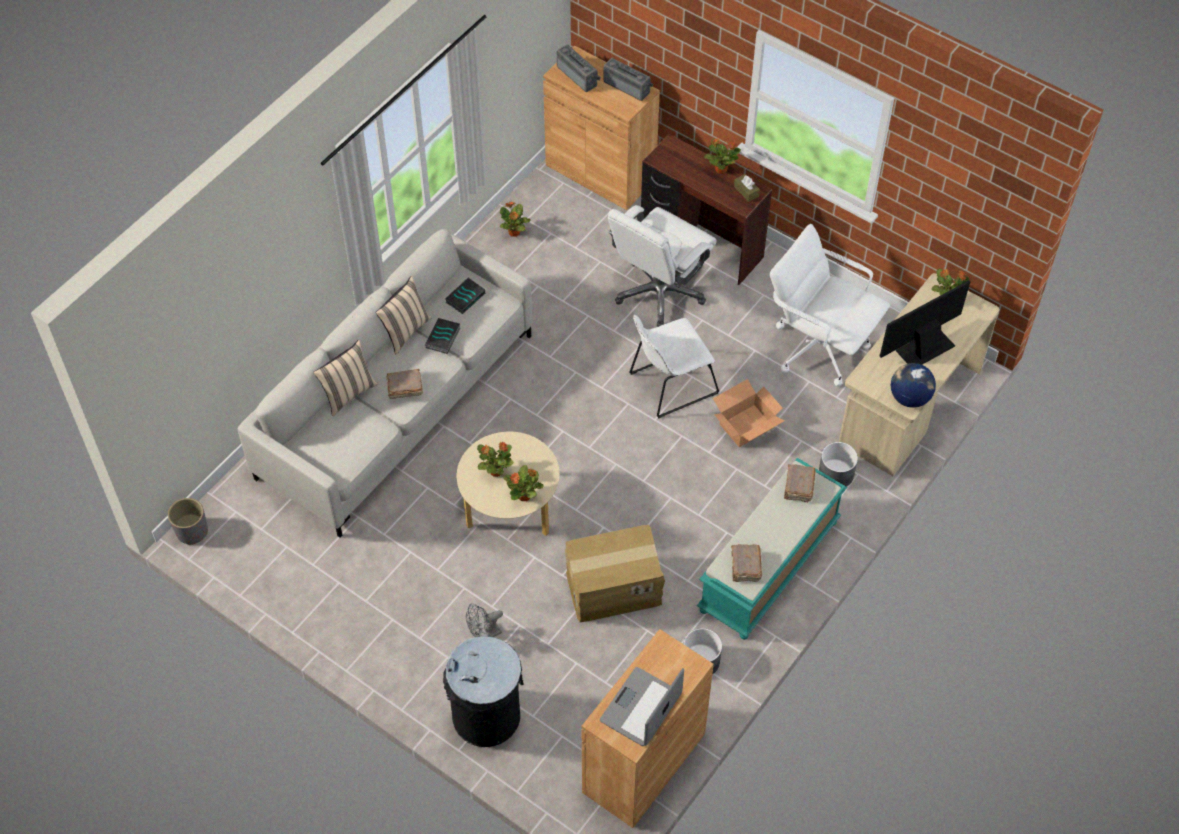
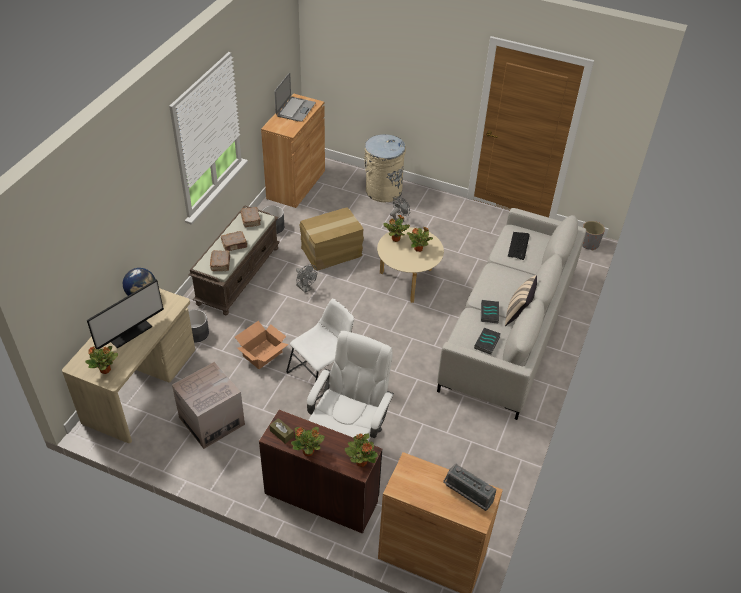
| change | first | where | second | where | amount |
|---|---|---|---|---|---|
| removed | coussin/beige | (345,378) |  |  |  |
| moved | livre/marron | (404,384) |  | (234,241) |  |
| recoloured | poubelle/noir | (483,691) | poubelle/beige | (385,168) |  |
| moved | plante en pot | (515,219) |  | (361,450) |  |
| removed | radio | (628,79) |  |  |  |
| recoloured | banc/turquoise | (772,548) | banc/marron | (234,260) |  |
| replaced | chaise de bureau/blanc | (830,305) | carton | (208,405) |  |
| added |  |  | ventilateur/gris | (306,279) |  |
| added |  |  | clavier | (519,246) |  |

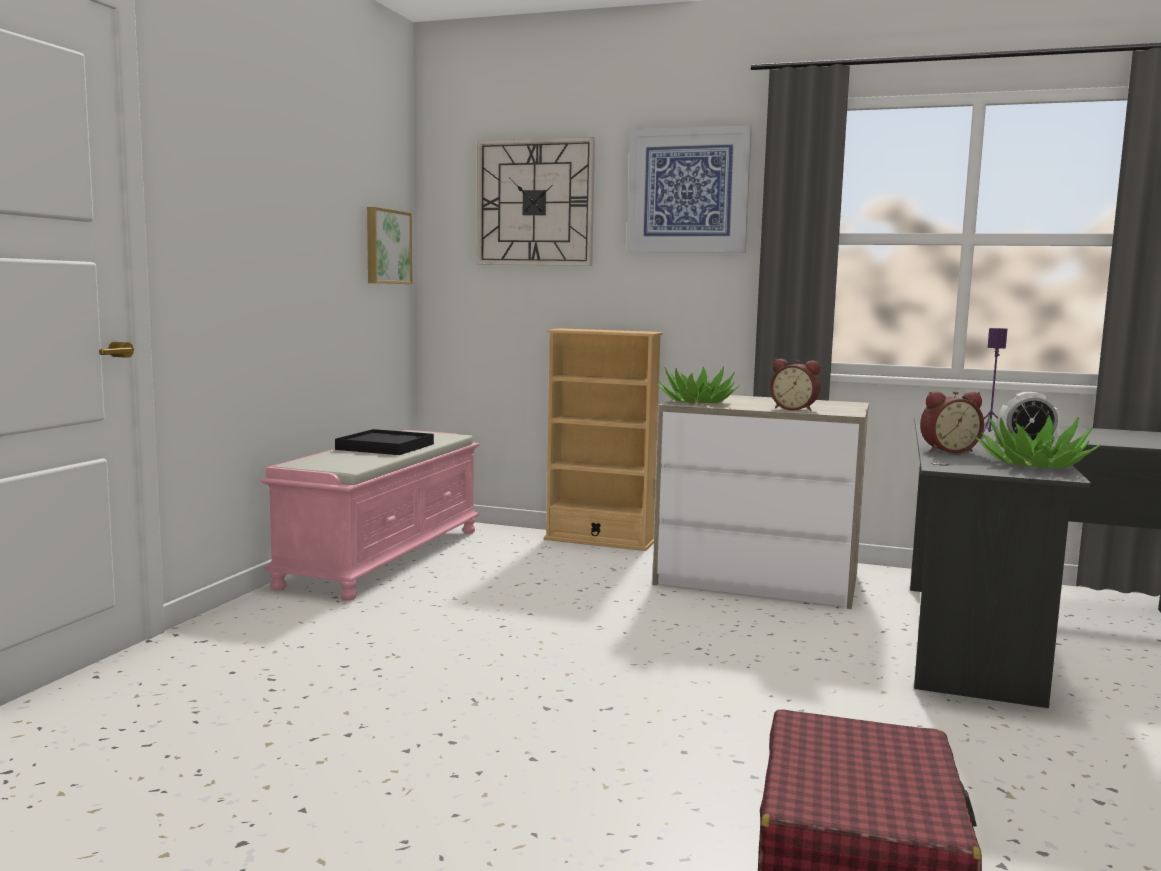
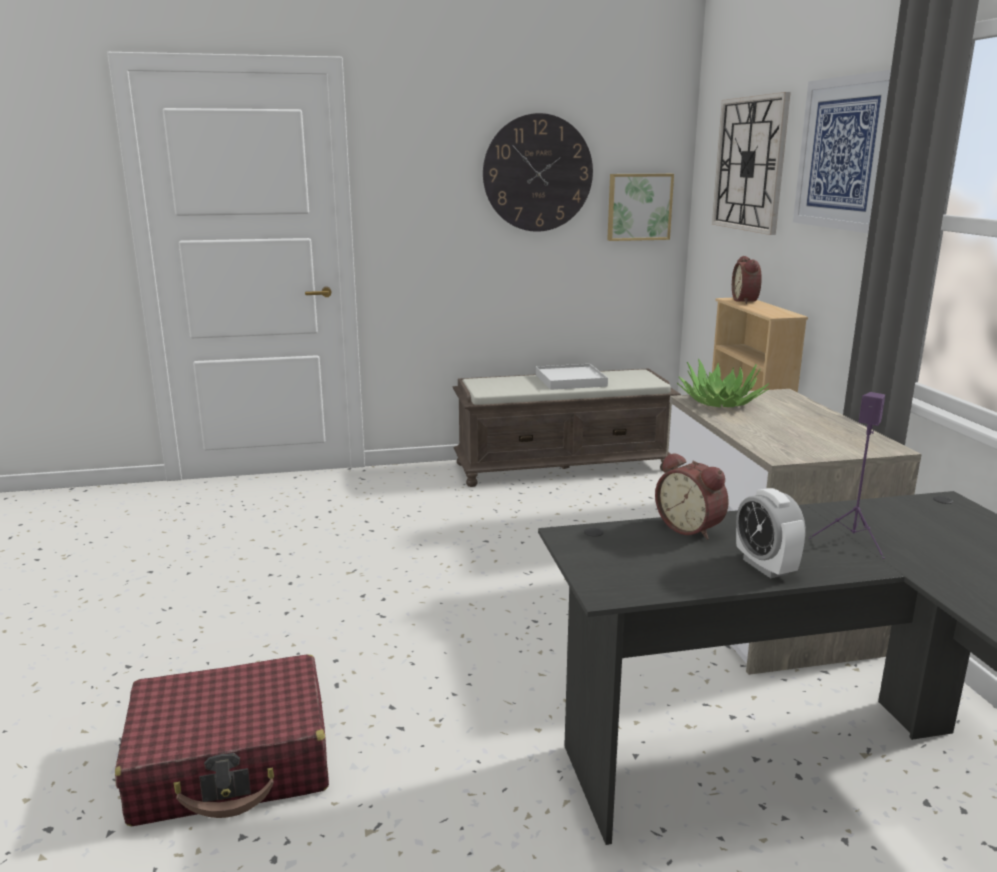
| change | first | where | second | where | amount |
|---|---|---|---|---|---|
| recoloured | banc/rose | (370,515) | banc/marron | (567,427) |  |
| recoloured | plateau/noir | (384,442) | plateau/blanc | (572,377) |  |
| moved | réveil | (795,385) |  | (747,280) |  |
| removed | plante en pot | (1037,441) |  |  |  |
| added |  |  | horloge murale | (538,172) |  |

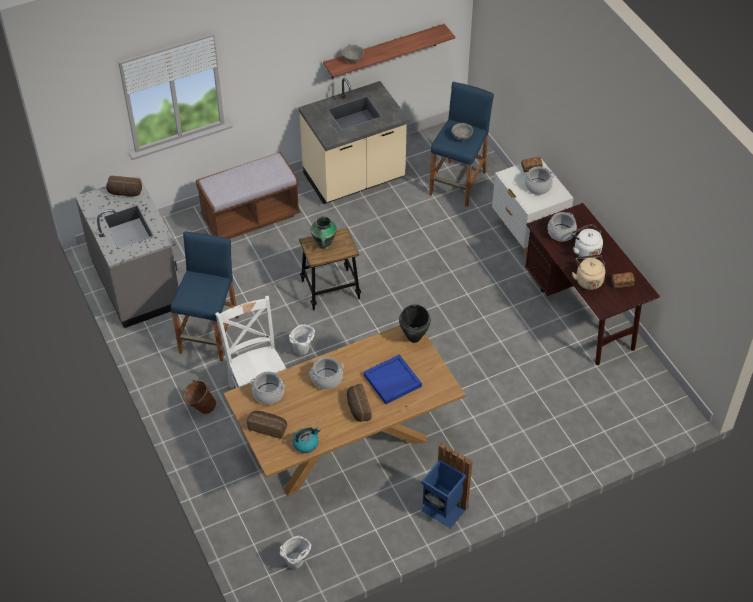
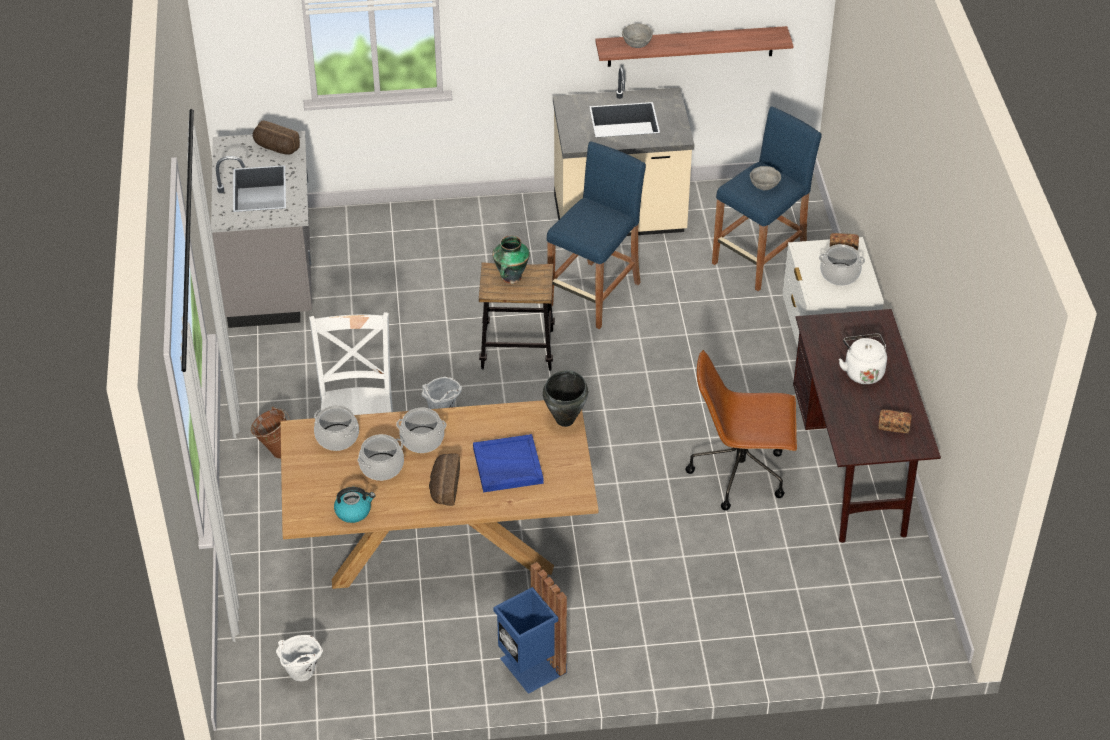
| change | first | where | second | where | amount |
|---|---|---|---|---|---|
| moved | tabouret/bleu | (204,296) |  | (596,235) |  |
| removed | banc/marron | (248,195) |  |  |  |
| removed | pain | (267,425) |  |  |  |
| moved | marmite | (562,227) |  | (380,457) |  |
| removed | bouilloire/beige | (588,272) |  |  |  |
| added |  |  | chaise de bureau/marron | (741,430) |  |

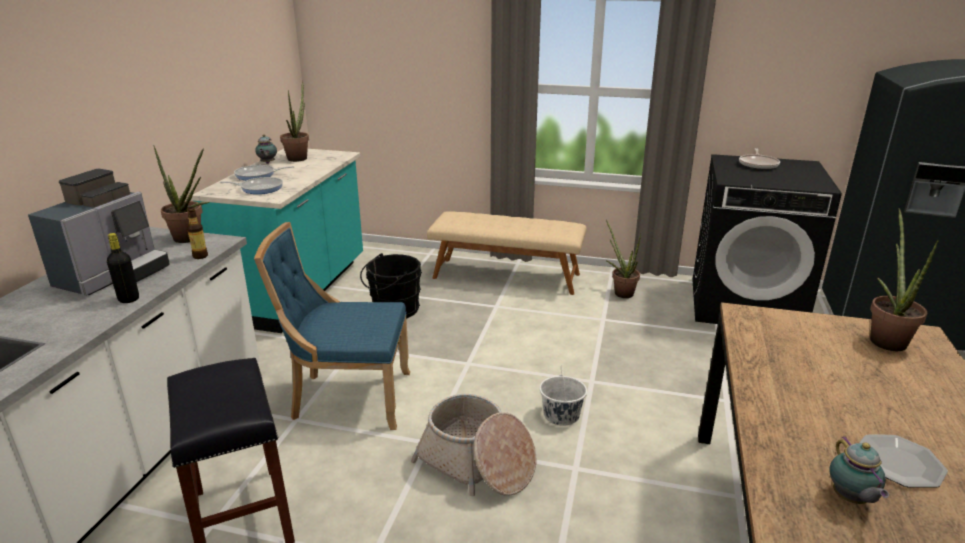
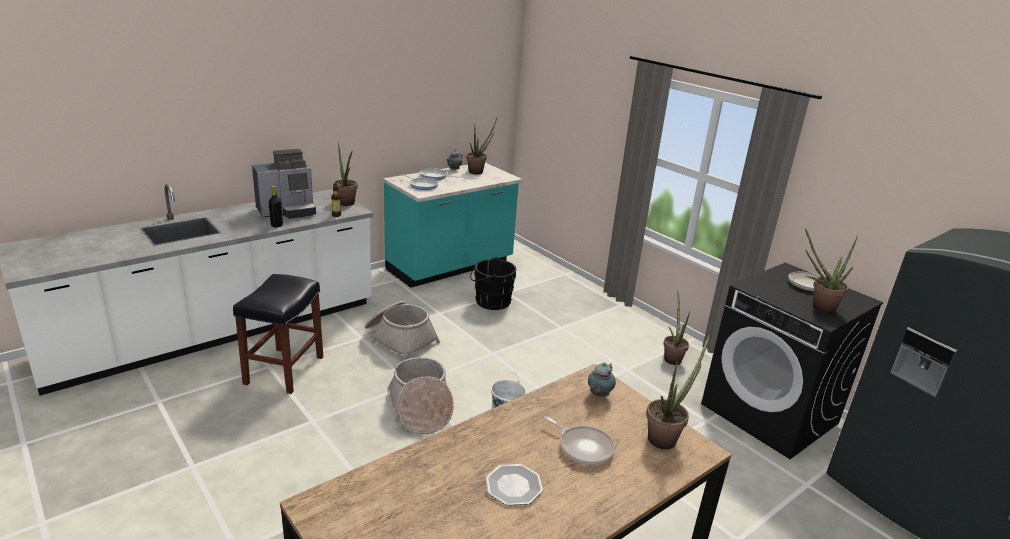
| change | first | where | second | where | amount |
|---|---|---|---|---|---|
| replaced | chaise/bleu | (332,326) | panier | (402,331) |  |
| removed | banc/beige | (507,253) |  |  |  |
| moved | théière | (859,470) |  | (602,379) |  |
| added |  |  | poêle | (579,440) |  |
| added |  |  | plante en pot | (831,270) |  |

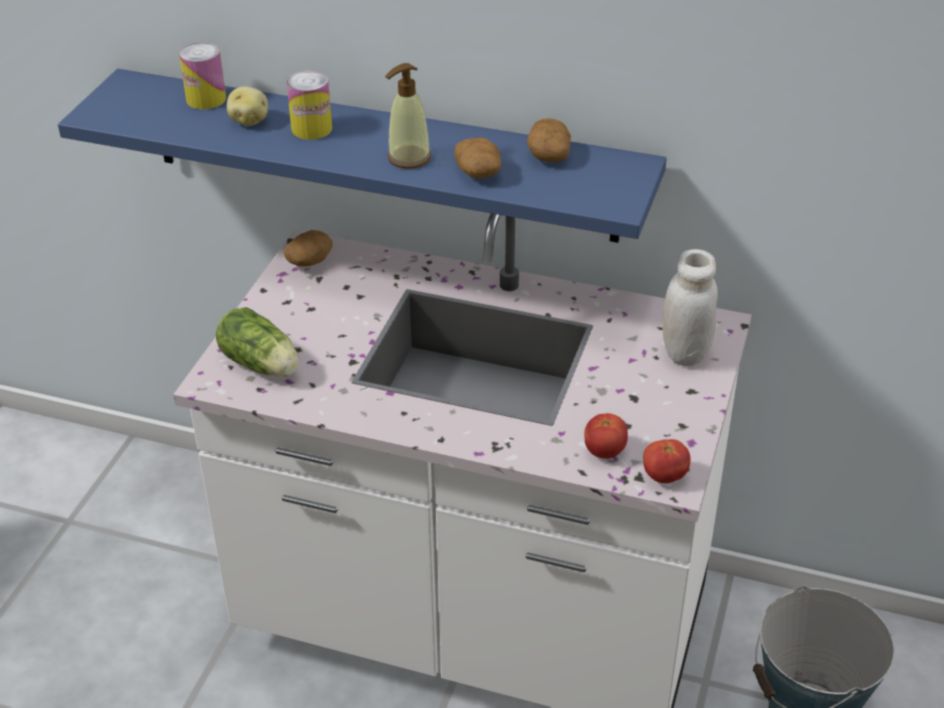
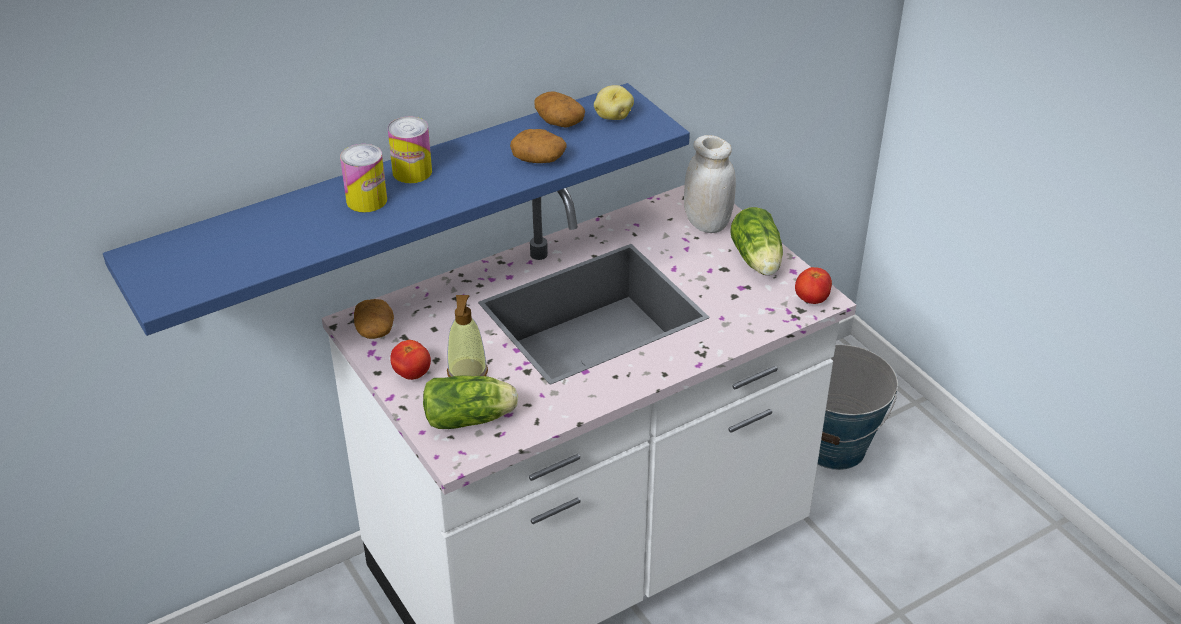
| change | first | where | second | where | amount |
|---|---|---|---|---|---|
| moved | boîte métallique | (202,75) |  | (410,149) |  |
| moved | pomme de terre | (247,106) |  | (614,102) |  |
| moved | distributeur de savon | (408,116) |  | (467,336) |  |
| moved | tomate | (606,436) |  | (410,360) |  |
| added |  |  | laitue | (756,241) |  |

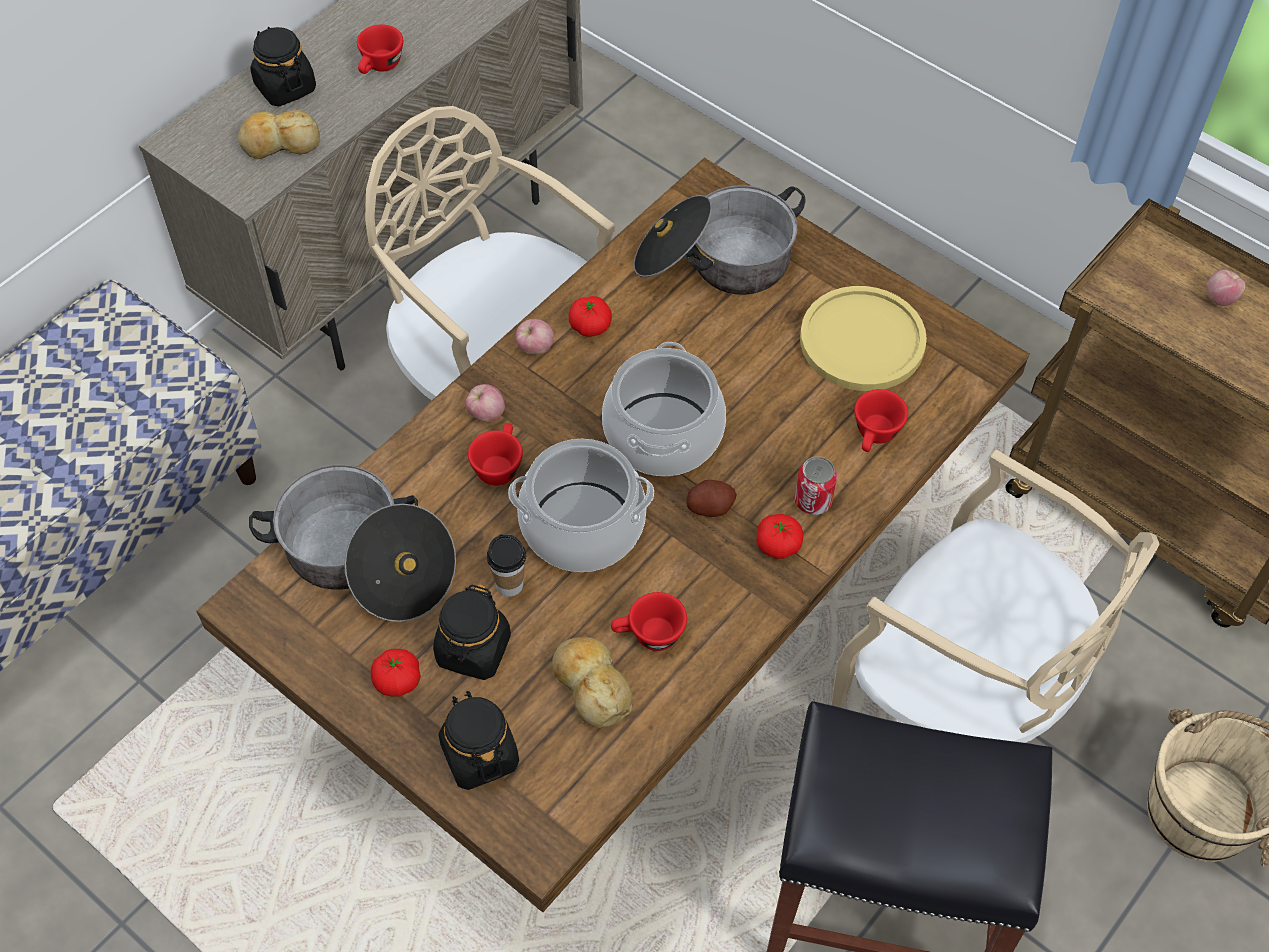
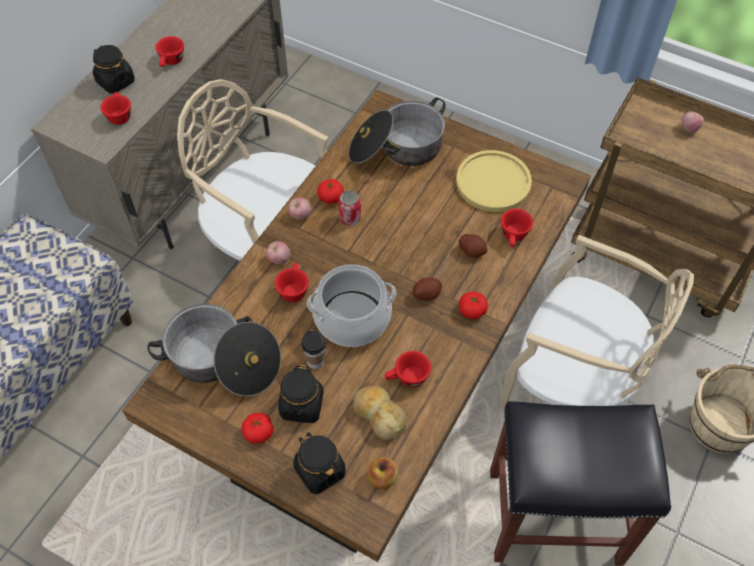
| change | first | where | second | where | amount |
|---|---|---|---|---|---|
| replaced | pain | (278,134) | tasse/rouge | (115,108) |  |
| removed | marmite | (664,409) |  |  |  |
| moved | boîte métallique | (816,485) |  | (349,208) |  |
| added |  |  | pomme | (383,473) |  |
| added |  |  | pomme de terre | (472,246) |  |

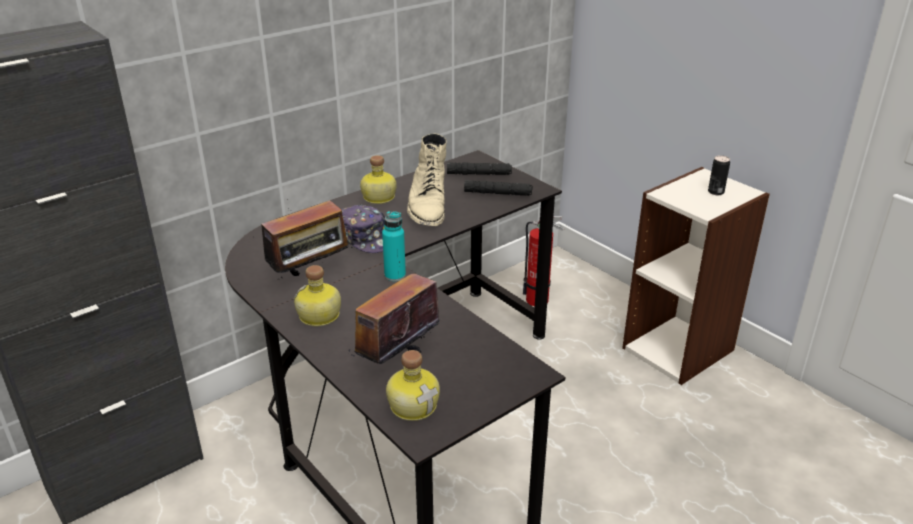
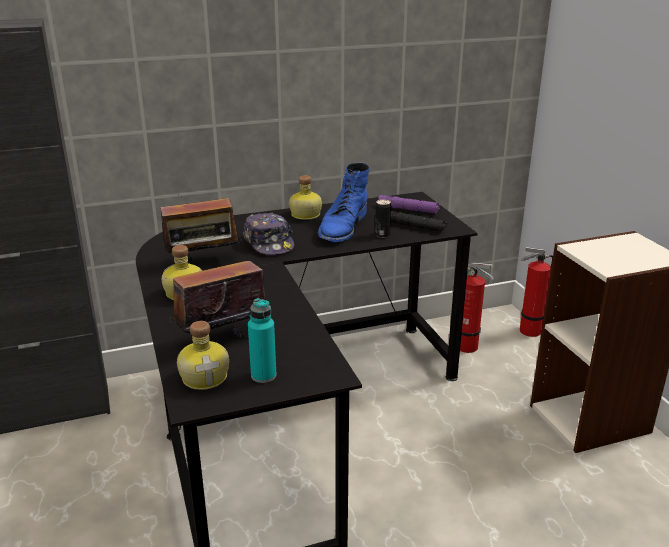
| change | first | where | second | where | amount |
|---|---|---|---|---|---|
| moved | bouteille/turquoise | (394,246) |  | (262,340) |  |
| recoloured | botte/beige | (427,179) | botte/bleu | (344,202) |  |
| recoloured | lampe de poche/noir | (479,168) | lampe de poche/violet | (409,204) |  |
| moved | boîte métallique | (719,175) |  | (383,218) |  |
| added |  |  | extincteur | (536,292) |  |

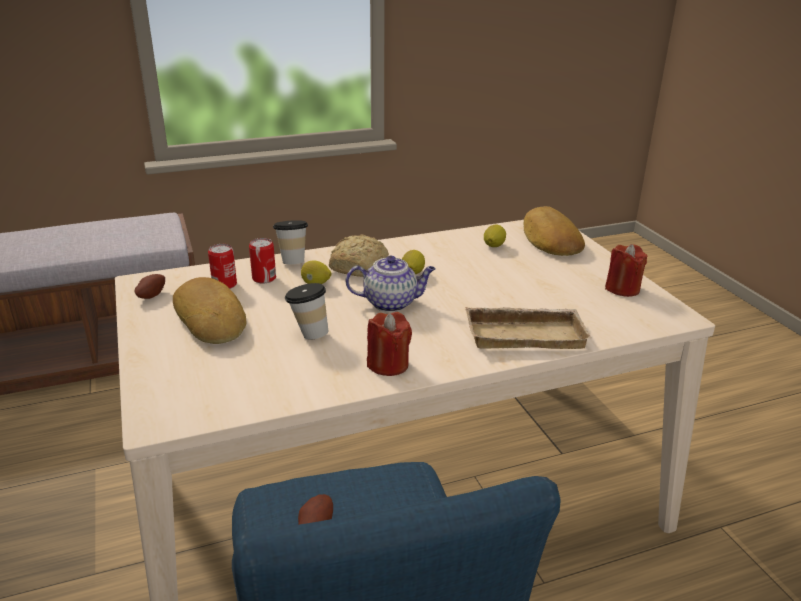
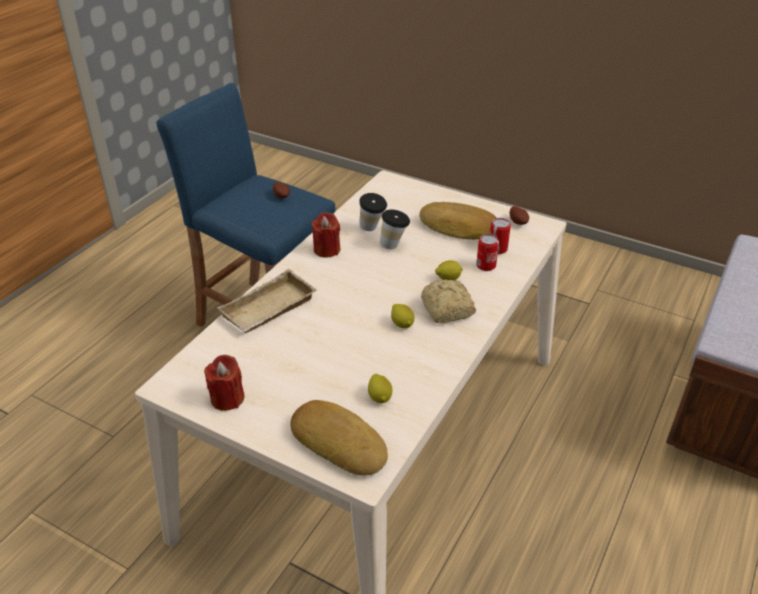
| change | first | where | second | where | amount |
|---|---|---|---|---|---|
| moved | tasse | (290,242) |  | (373,212) |  |
| removed | théière | (391,284) |  |  |  |

